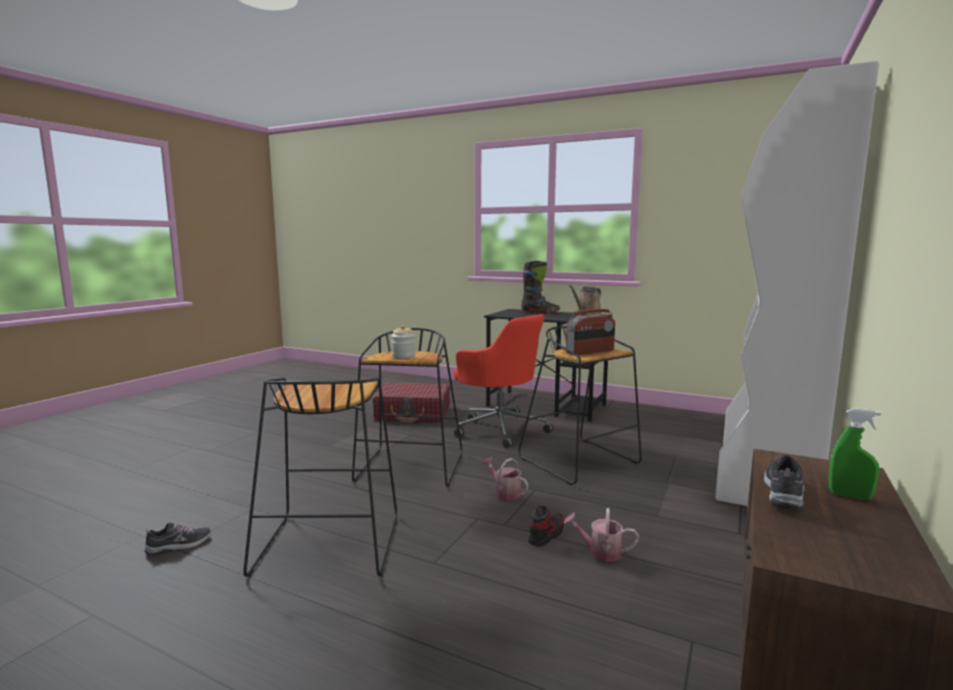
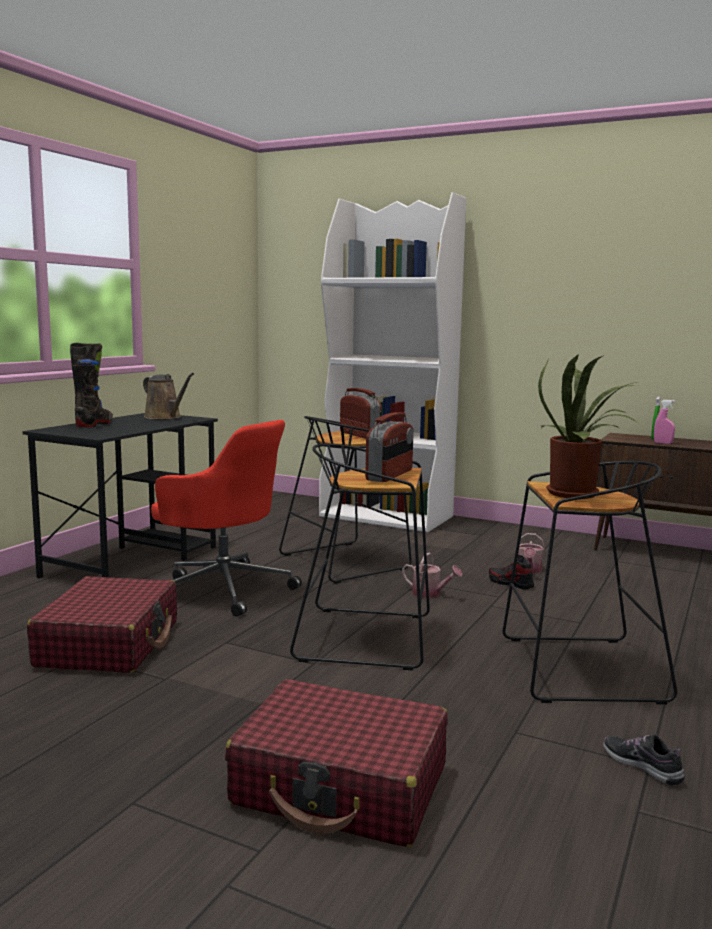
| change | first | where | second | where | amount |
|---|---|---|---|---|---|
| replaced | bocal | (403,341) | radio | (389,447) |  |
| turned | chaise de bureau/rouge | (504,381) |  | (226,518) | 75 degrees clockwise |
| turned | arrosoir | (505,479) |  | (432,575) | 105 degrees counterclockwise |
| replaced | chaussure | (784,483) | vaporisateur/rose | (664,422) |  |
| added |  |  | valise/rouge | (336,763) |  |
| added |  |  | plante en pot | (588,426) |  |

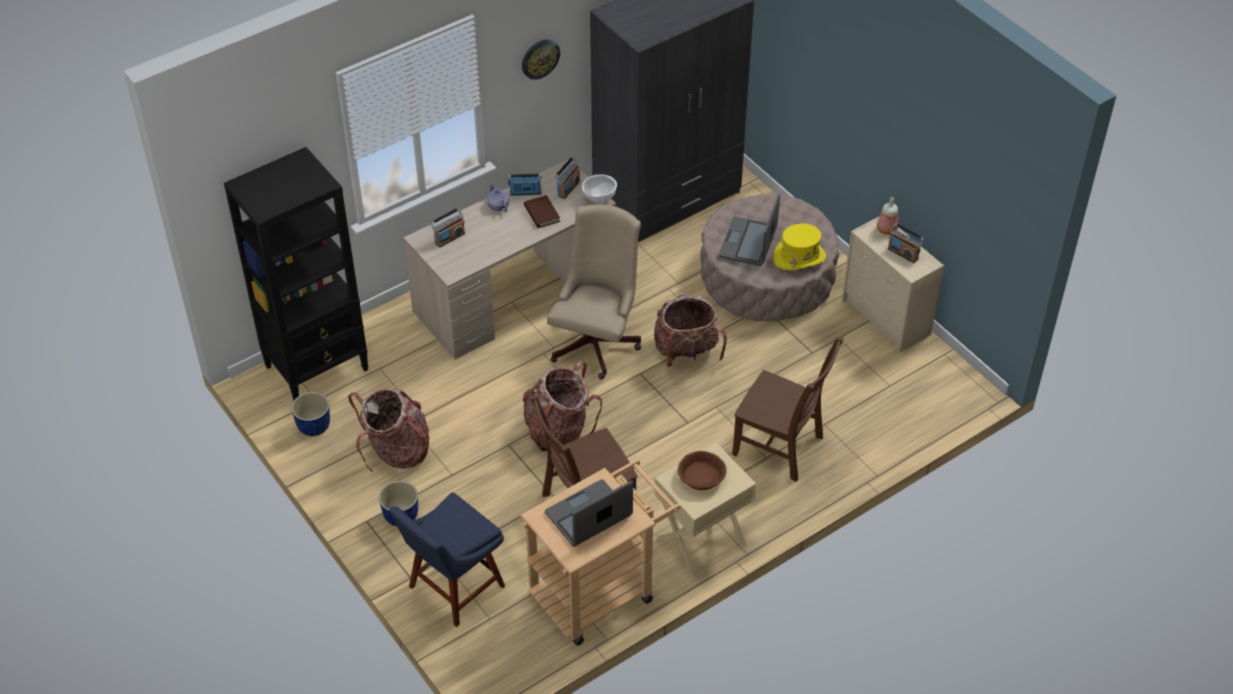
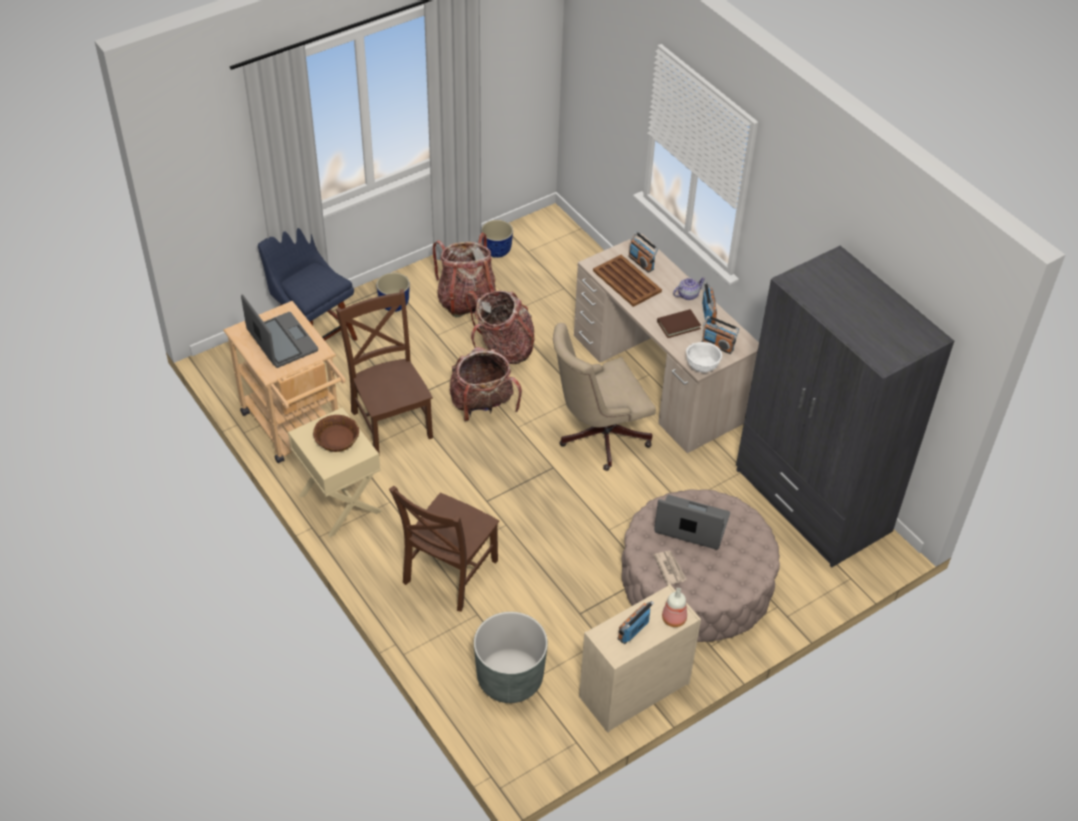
| change | first | where | second | where | amount |
|---|---|---|---|---|---|
| removed | bibliothèque/noir | (296,274) |  |  |  |
| removed | horloge murale | (541,60) |  |  |  |
| turned | chaise de bureau/beige | (594,291) |  | (604,397) | 135 degrees clockwise |
| moved | sac à dos | (690,329) |  | (500,327) |  |
| replaced | chapeau/jaune | (799,247) | journal | (670,568) |  |
| added |  |  | cache-pot/gris | (511,657) |  |
| added |  |  | plateau/marron | (627,281) |  |

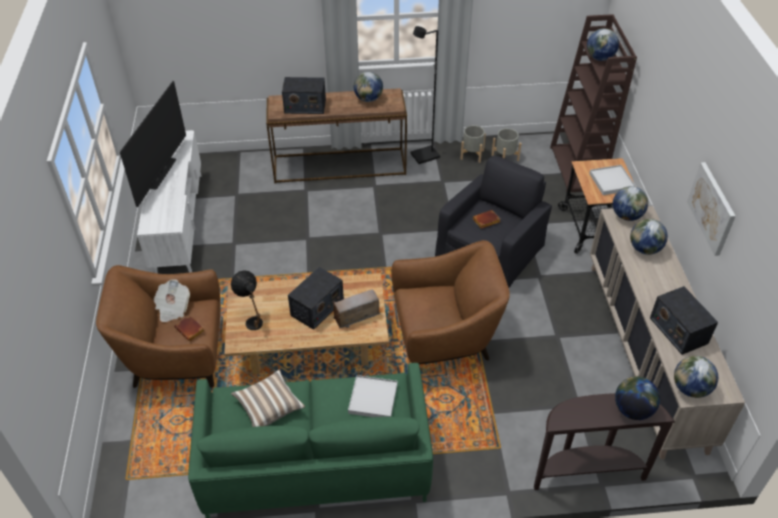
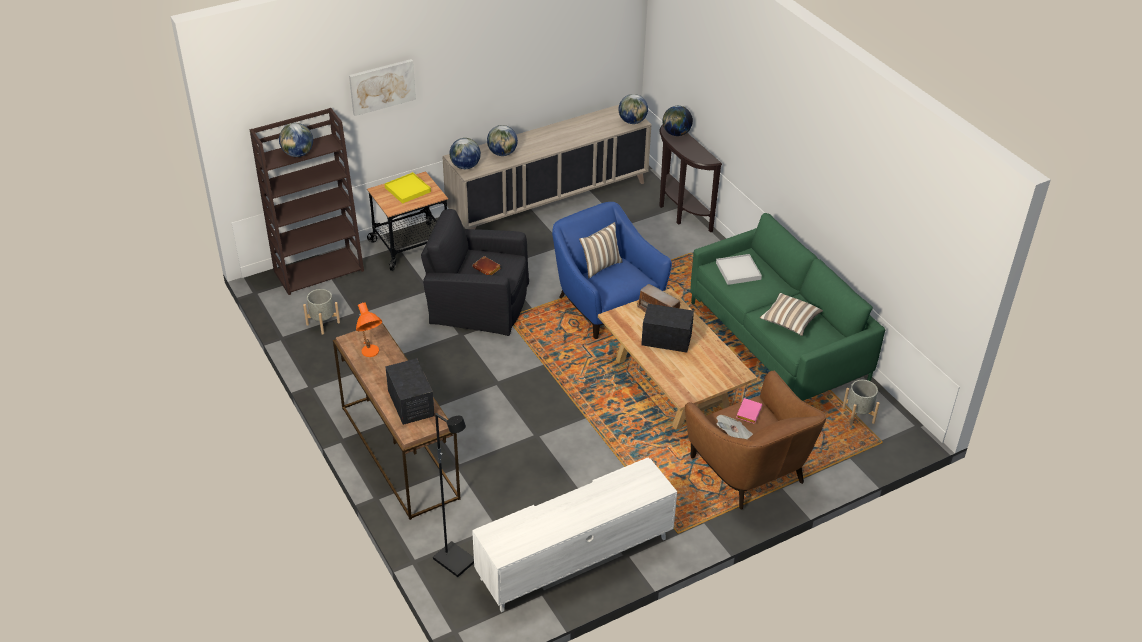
| change | first | where | second | where | amount |
|---|---|---|---|---|---|
| removed | téléviseur | (153,144) |  |  |  |
| recoloured | livre/marron | (189,328) | livre/rose | (749,411) |  |
| removed | lampe de table/noir | (247,300) |  |  |  |
| replaced | globe | (368,87) | lampe de table/orange | (369,329) |  |
| recoloured | fauteuil/marron | (450,302) | fauteuil/bleu | (612,270) |  |
| moved | lampadaire/noir | (425,95) |  | (453,495) |  |
| moved | cache-pot/gris | (473,144) |  | (861,403) |  |
| recoloured | plateau/blanc | (612,180) | plateau/jaune | (408,188) |  |
| removed | radio | (684,320) |  |  |  |
| moved | tableau | (711,209) |  | (382,87) |  |
| added |  |  | coussin | (601,250) |  |

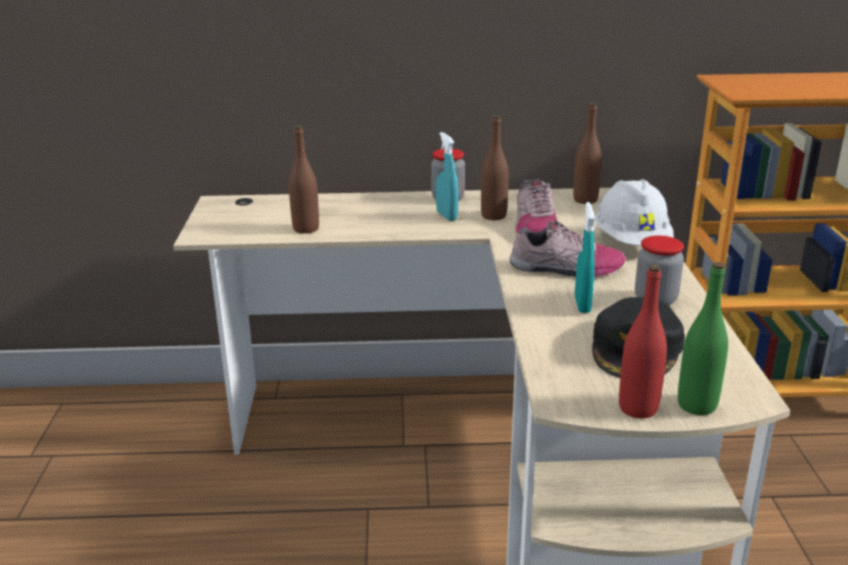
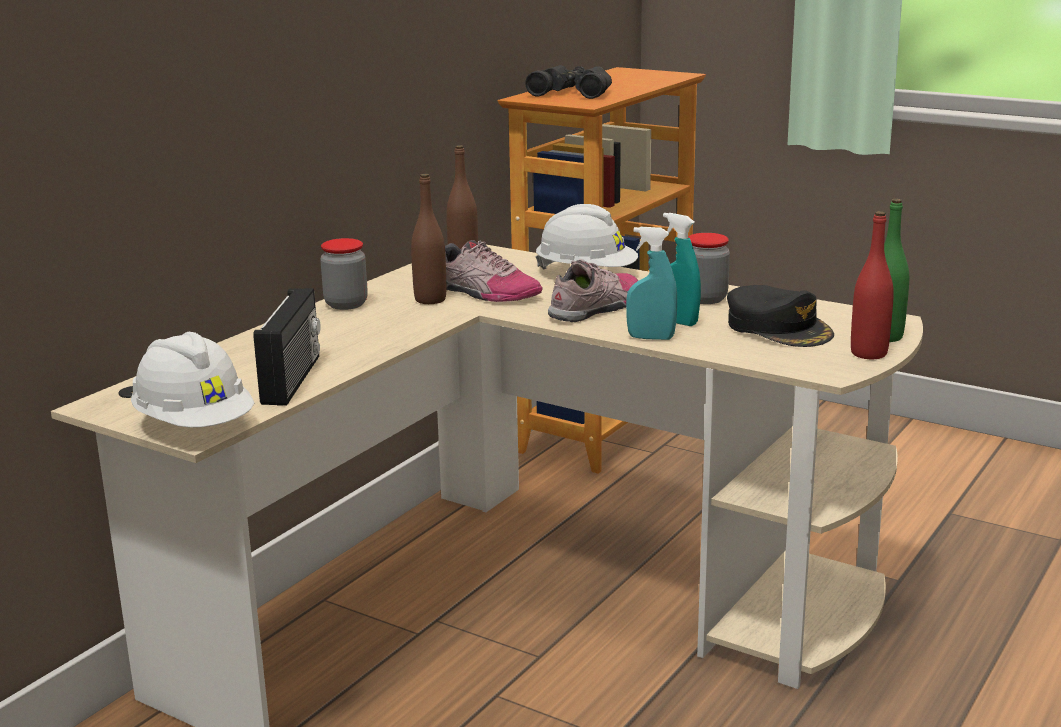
| change | first | where | second | where | amount |
|---|---|---|---|---|---|
| replaced | bouteille/marron | (304,180) | radio | (287,347) |  |
| moved | vaporisateur/turquoise | (447,176) |  | (651,283) |  |
| added |  |  | casque de chantier/blanc | (192,380) |  |
| added |  |  | jumelles/noir | (568,82) |  |

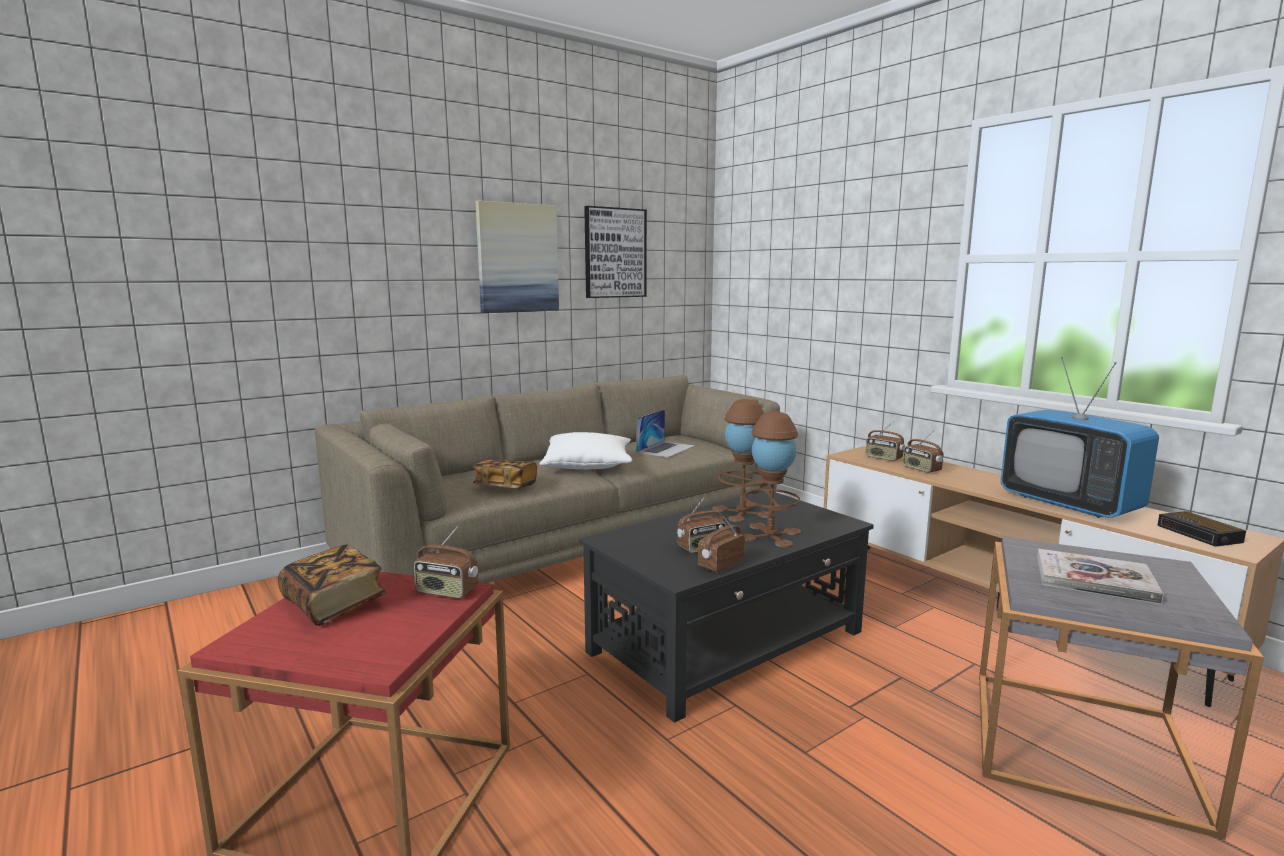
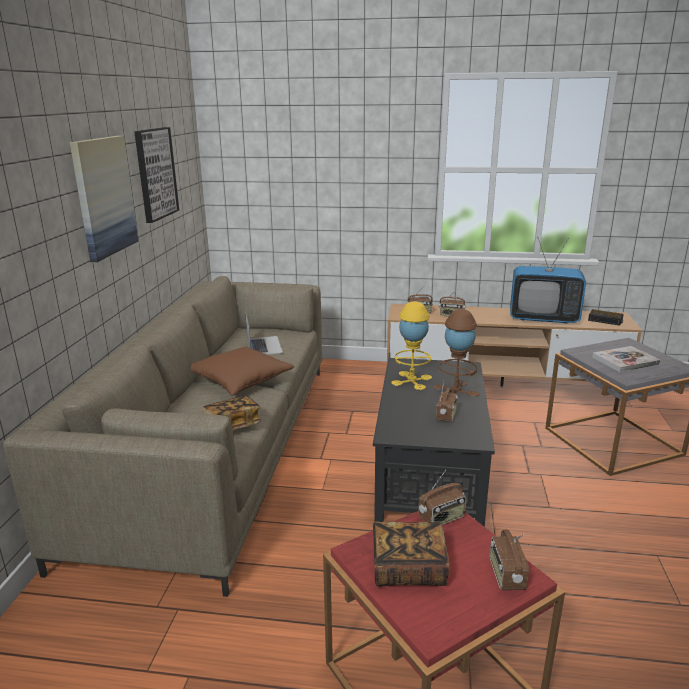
| change | first | where | second | where | amount |
|---|---|---|---|---|---|
| recoloured | coussin/blanc | (585,450) | coussin/marron | (242,371) |  |
| moved | radio | (721,545) |  | (509,560) |  |
| recoloured | lampe de table/marron | (743,460) | lampe de table/jaune | (411,346) |  |

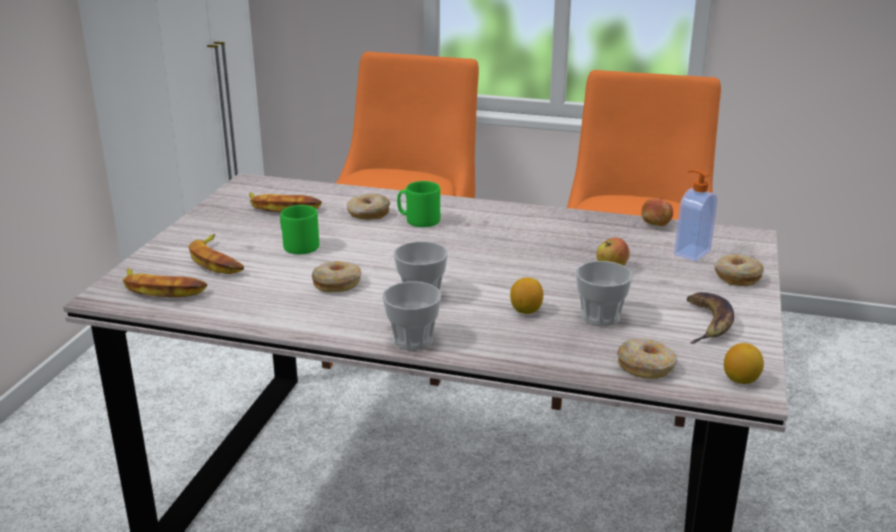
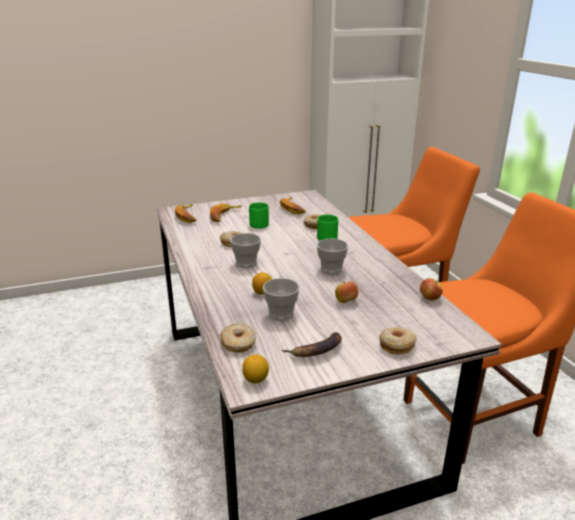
| change | first | where | second | where | amount |
|---|---|---|---|---|---|
| moved | tasse | (411,315) |  | (332,256) |  |
| removed | distributeur de savon | (695,215) |  |  |  |

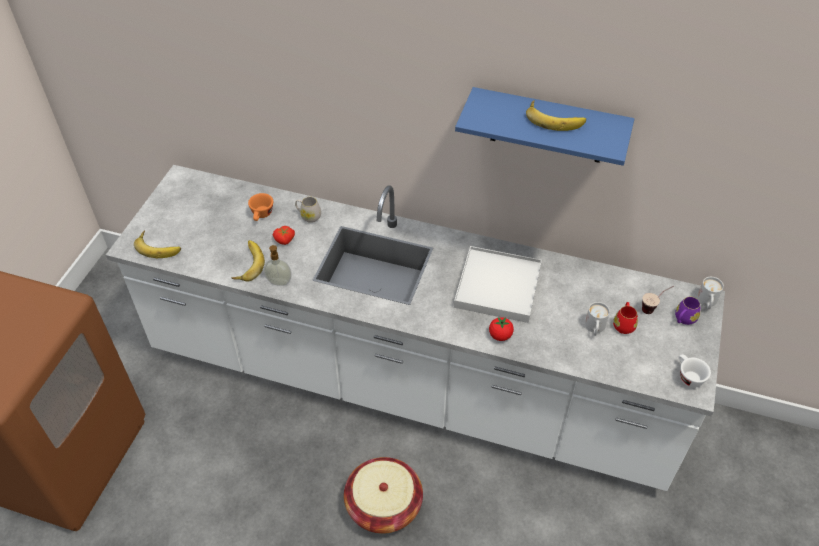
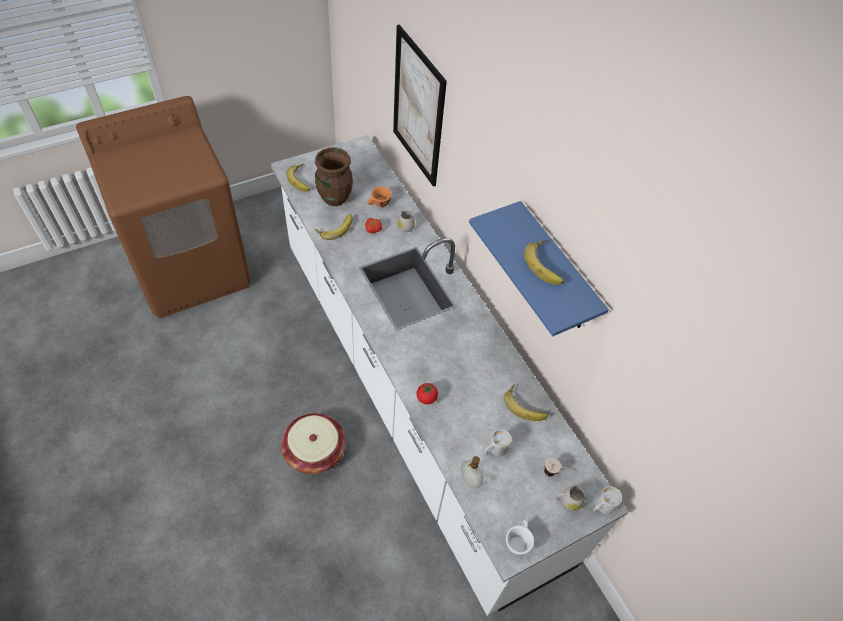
| change | first | where | second | where | amount |
|---|---|---|---|---|---|
| moved | distributeur de savon | (278,265) |  | (472,472) |  |
| removed | plateau/blanc | (498,284) |  |  |  |
| removed | mug/rouge | (625,318) |  |  |  |
| recoloured | mug/violet | (687,311) | mug/blanc | (570,498) |  |
| added |  |  | vase/marron | (334,176) |  |
| added |  |  | tableau | (420,105) |  |
| added |  |  | banane | (526,402) |  |

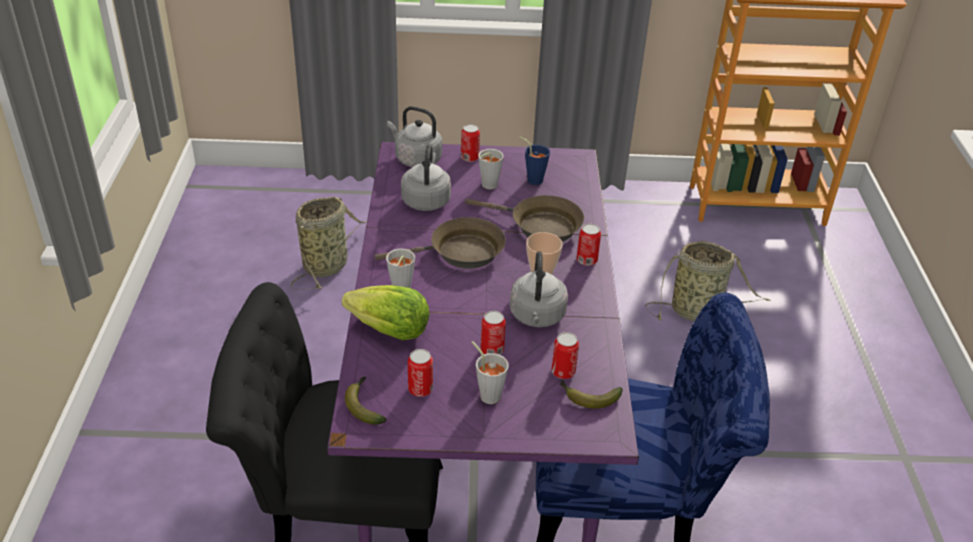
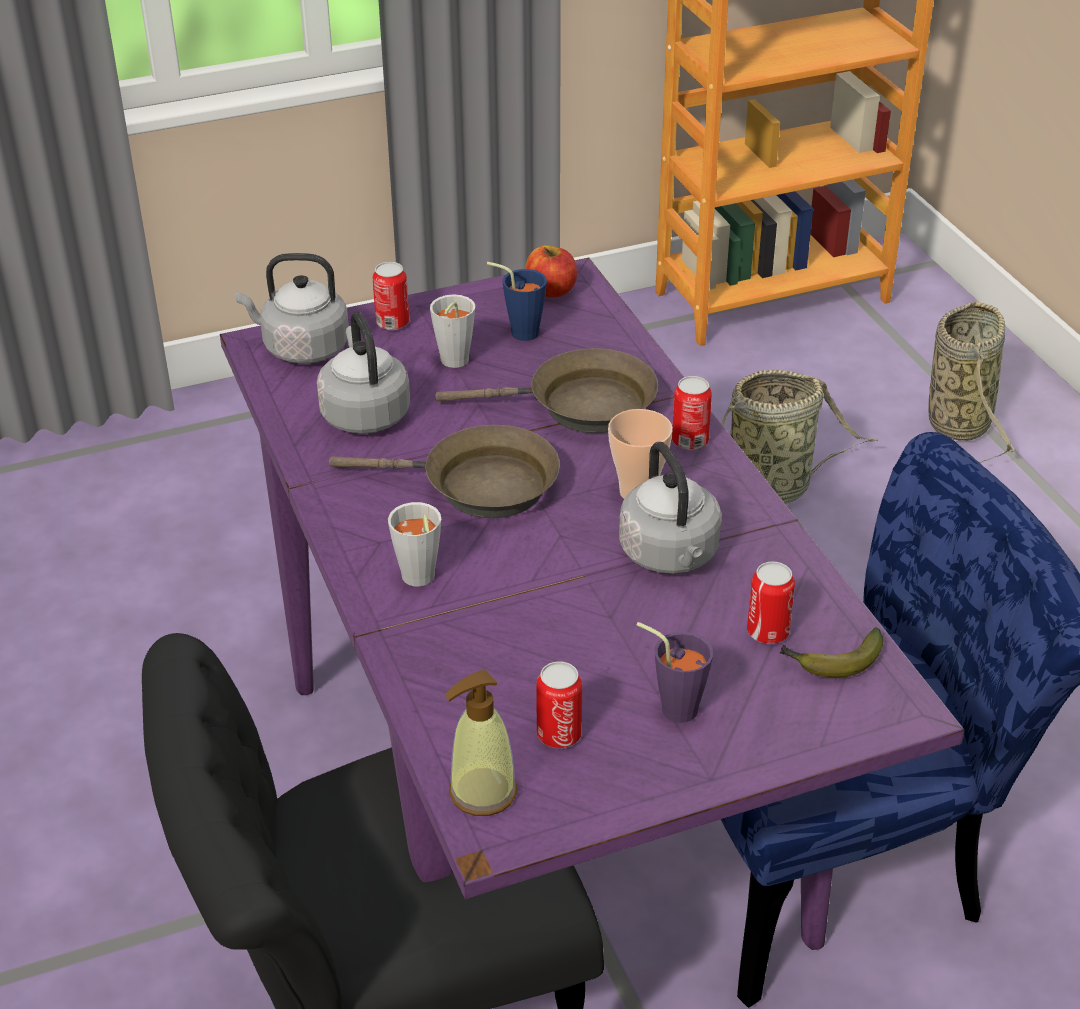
| change | first | where | second | where | amount |
|---|---|---|---|---|---|
| moved | panier | (329,243) |  | (972,382) |  |
| removed | laitue | (386,312) |  |  |  |
| replaced | banane | (366,401) | distributeur de savon | (480,743) |  |
| turned | poêle/marron | (440,243) |  | (444,471) | 45 degrees clockwise |
| recoloured | tasse/gris | (490,372) | tasse/violet | (675,672) |  |
| removed | boîte métallique | (493,333) |  |  |  |
| added |  |  | pomme | (551,271) |  |

